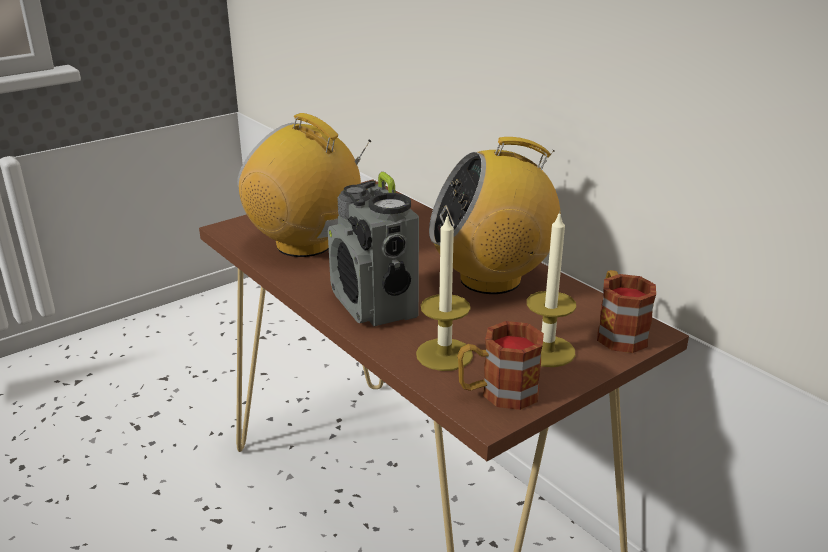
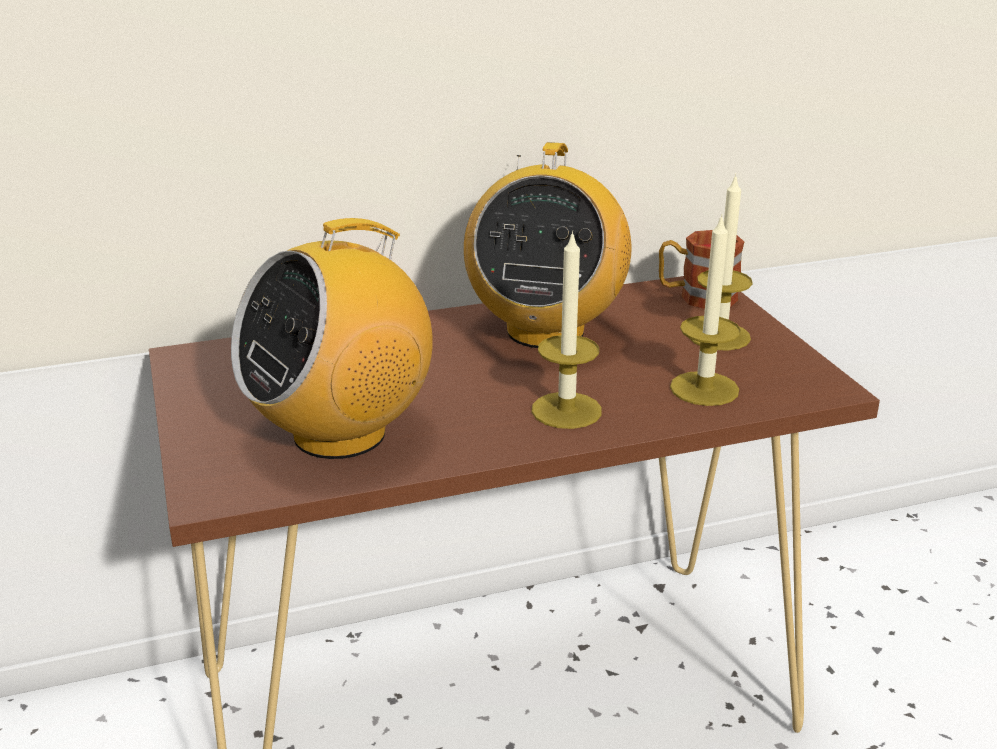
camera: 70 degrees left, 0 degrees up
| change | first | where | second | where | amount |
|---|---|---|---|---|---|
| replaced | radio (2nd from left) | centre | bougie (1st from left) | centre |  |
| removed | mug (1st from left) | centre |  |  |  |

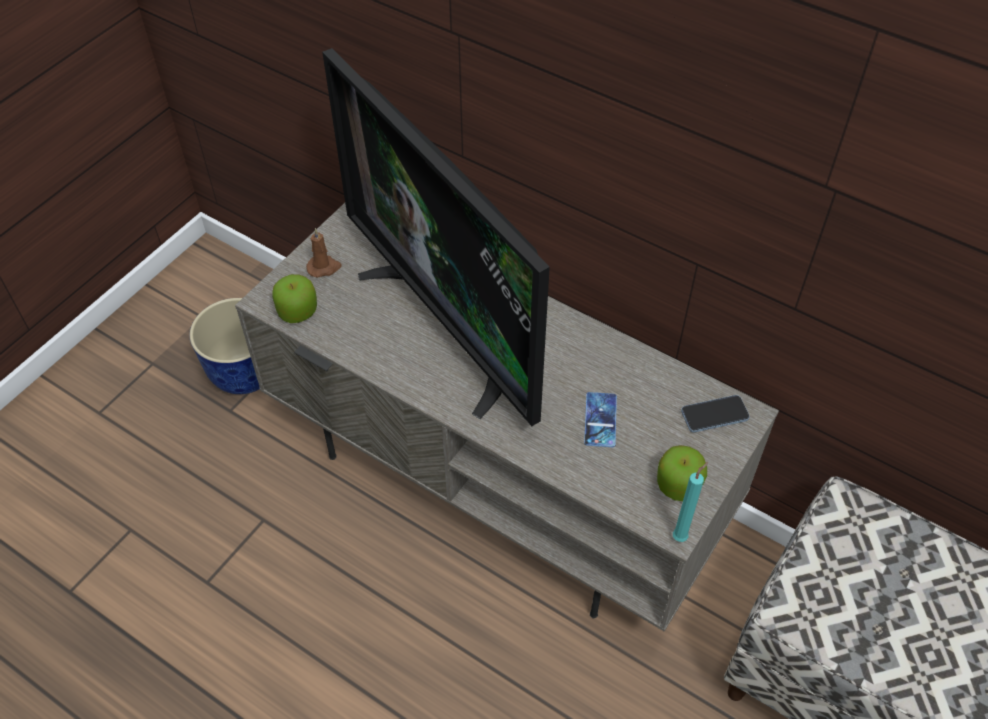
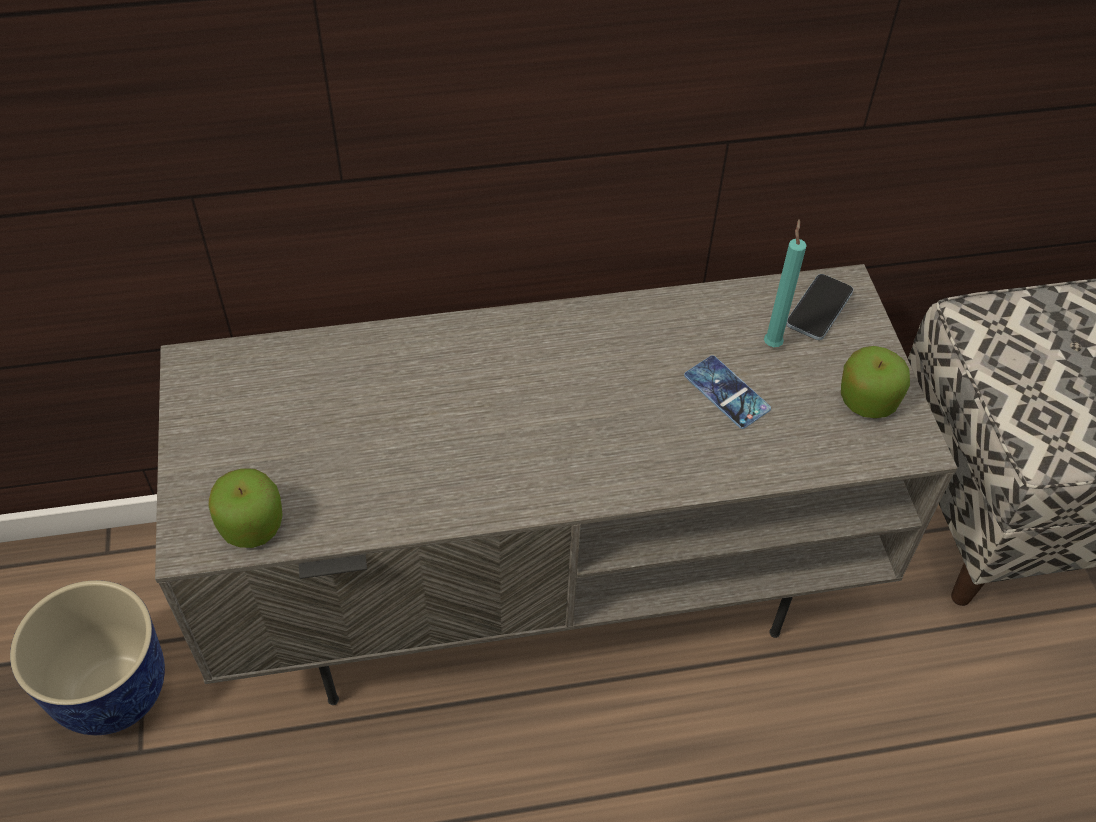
camera: 45 degrees left, 0 degrees up
| change | first | where | second | where | amount |
|---|---|---|---|---|---|
| removed | bougie [marron] | middle left |  |  |  |
| removed | téléviseur | top centre |  |  |  |
| moved | bougie [turquoise] | bottom right |  | middle right |  |

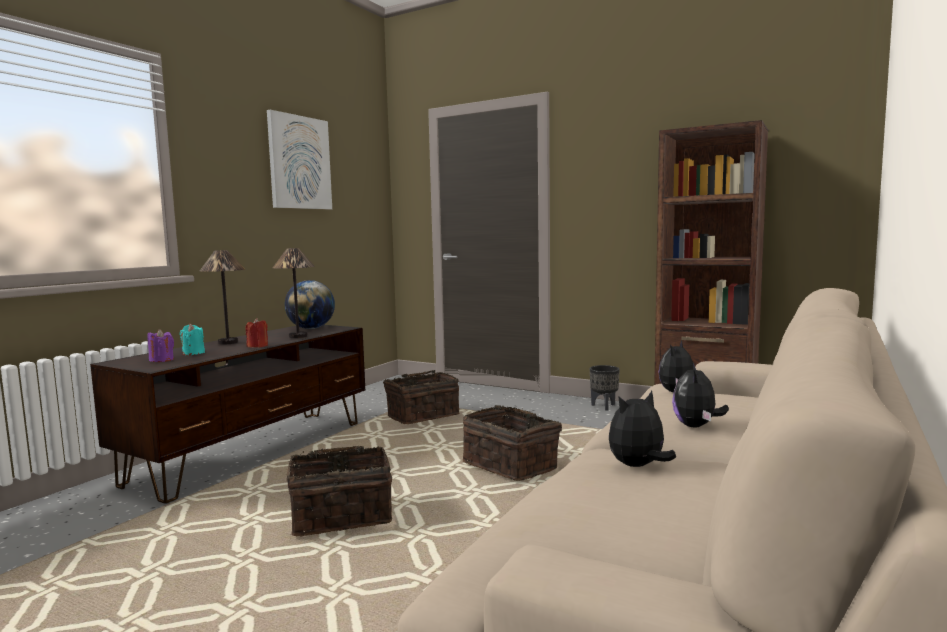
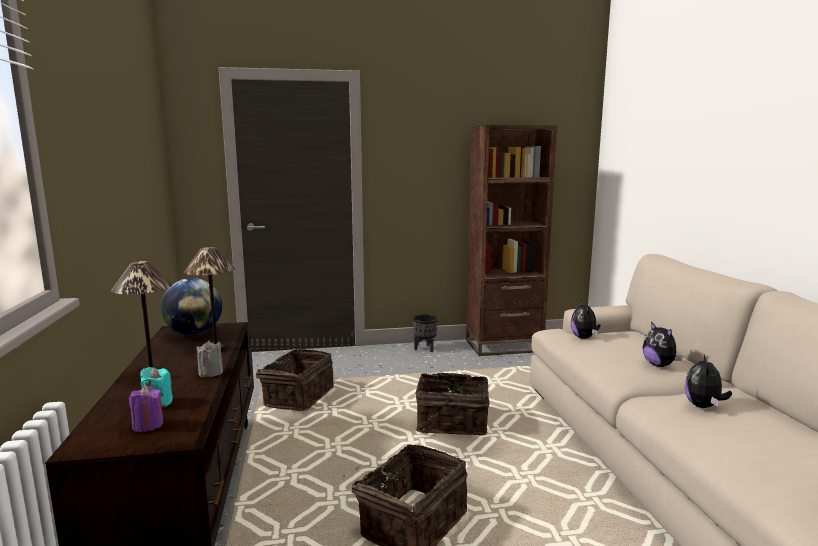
camera: 40 degrees left, 5 degrees up
| change | first | where | second | where | amount |
|---|---|---|---|---|---|
| recoloured | bougie [rouge] | middle left | bougie [gris] | middle left |  |
| removed | tableau | top left |  |  |  |

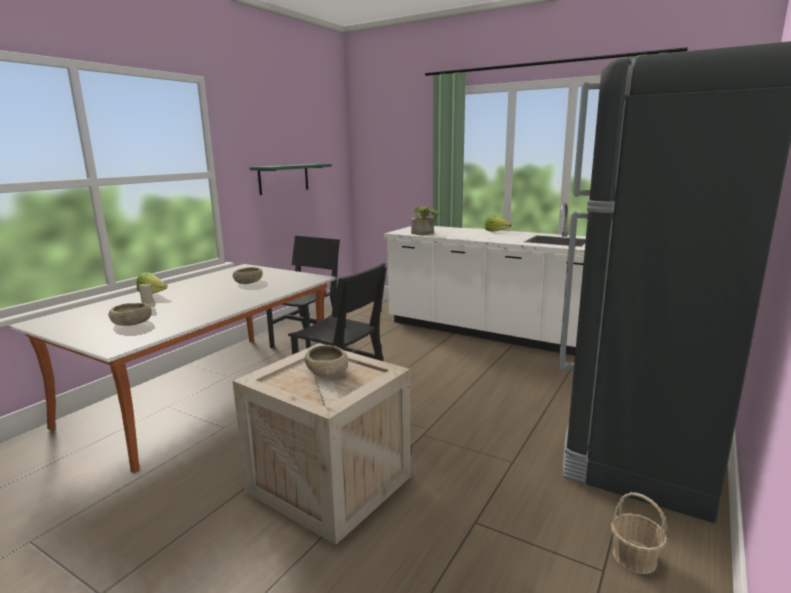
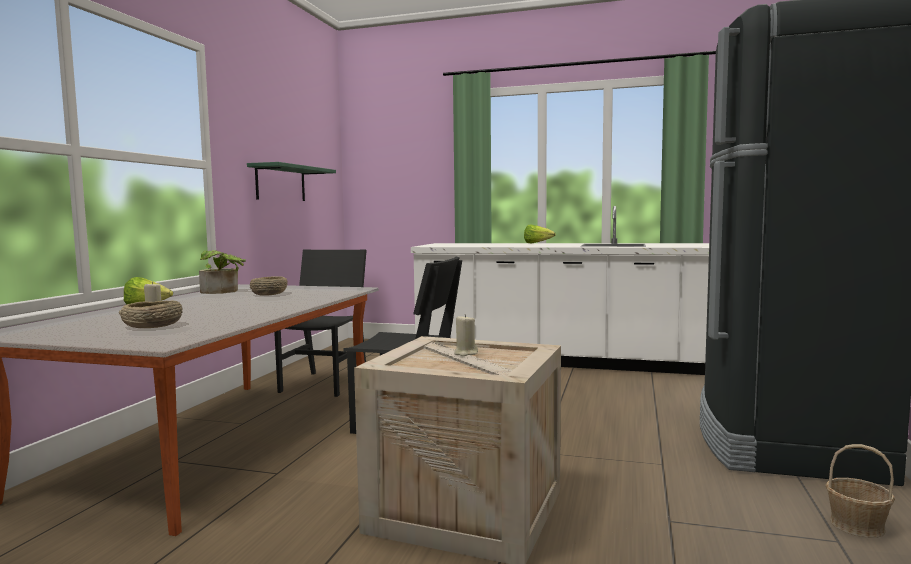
camera: 15 degrees left, 10 degrees down
| change | first | where | second | where | amount |
|---|---|---|---|---|---|
| replaced | bol [beige] (3rd from left) | centre | bougie [beige] (2nd from left) | centre |  |
| moved | plante en pot | centre |  | middle left |  |

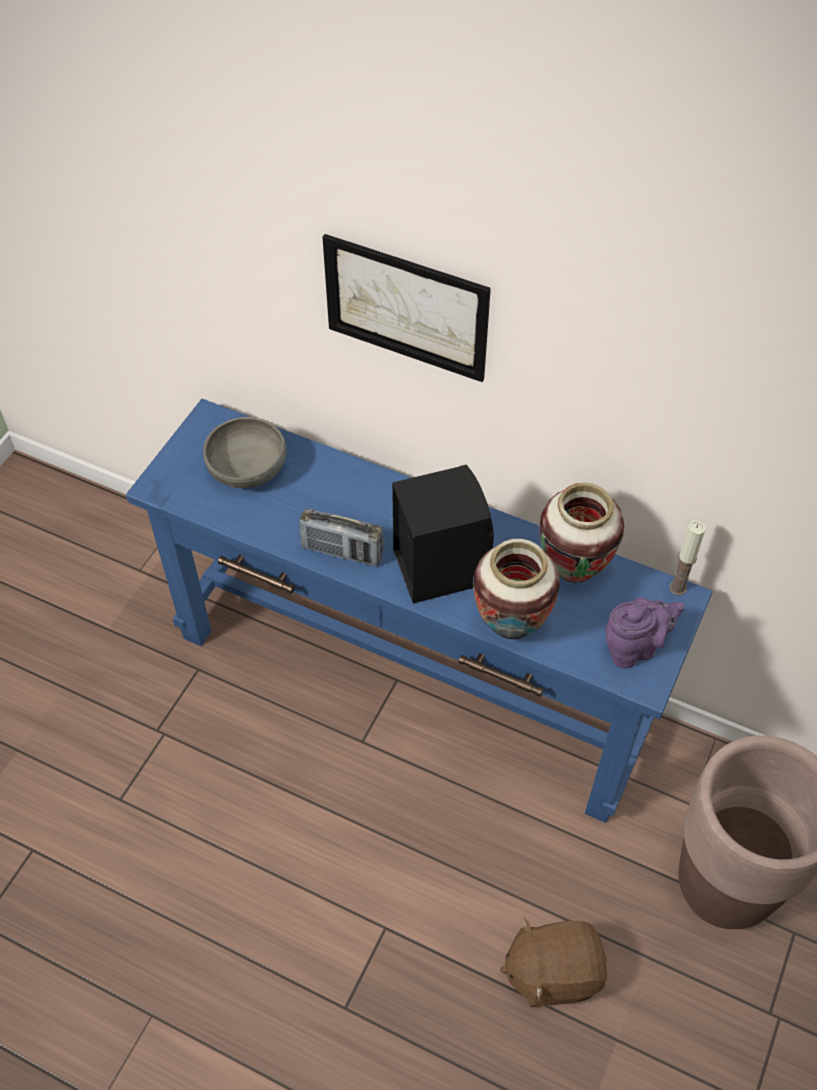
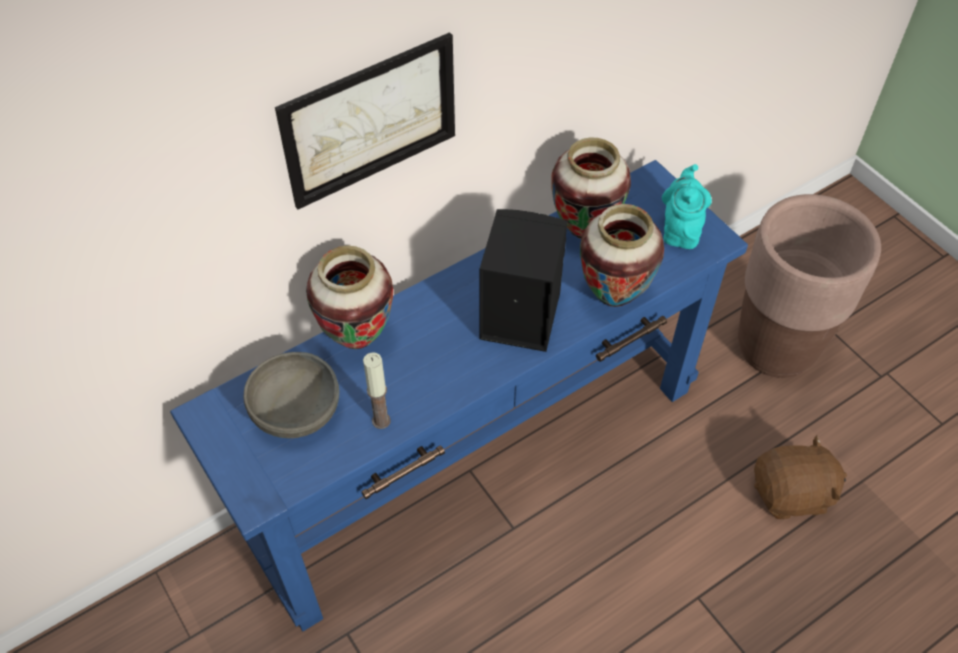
camera: 60 degrees left, 0 degrees up
| change | first | where | second | where | amount |
|---|---|---|---|---|---|
| removed | radio | centre |  |  |  |
| turned | peluche [marron] | bottom right |  | bottom right | 120 degrees counterclockwise |
| recoloured | théière [violet] | middle right | théière [turquoise] | top right |  |
| moved | bougie | middle right |  | centre |  |
| added |  |  | vase (1st from left) | centre |  |

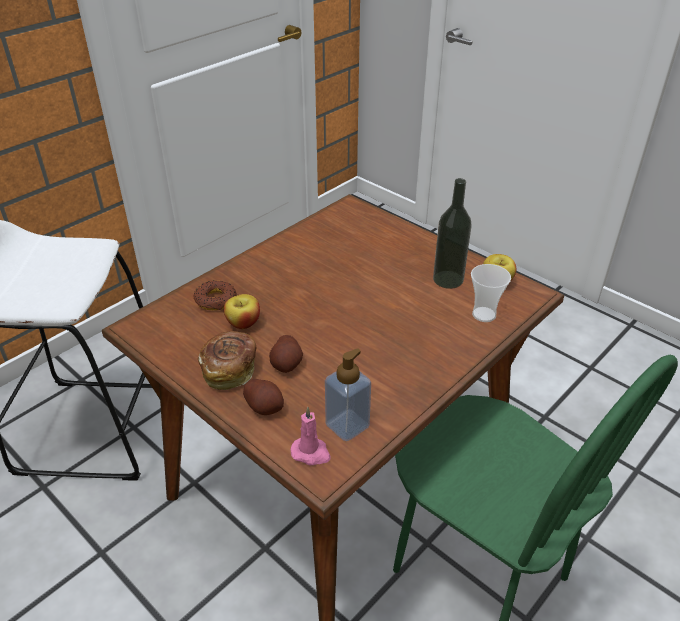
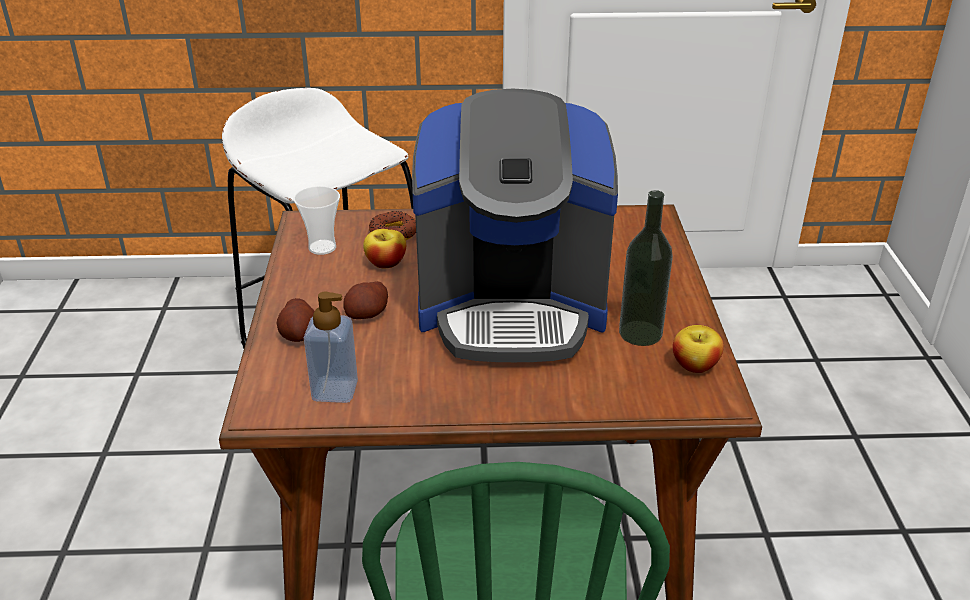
camera: 45 degrees right, 5 degrees down
| change | first | where | second | where | amount |
|---|---|---|---|---|---|
| removed | pain | centre |  |  |  |
| removed | bougie [rose] | bottom centre |  |  |  |
| moved | tasse | middle right |  | middle left |  |
| added |  |  | machine à café | centre |  |

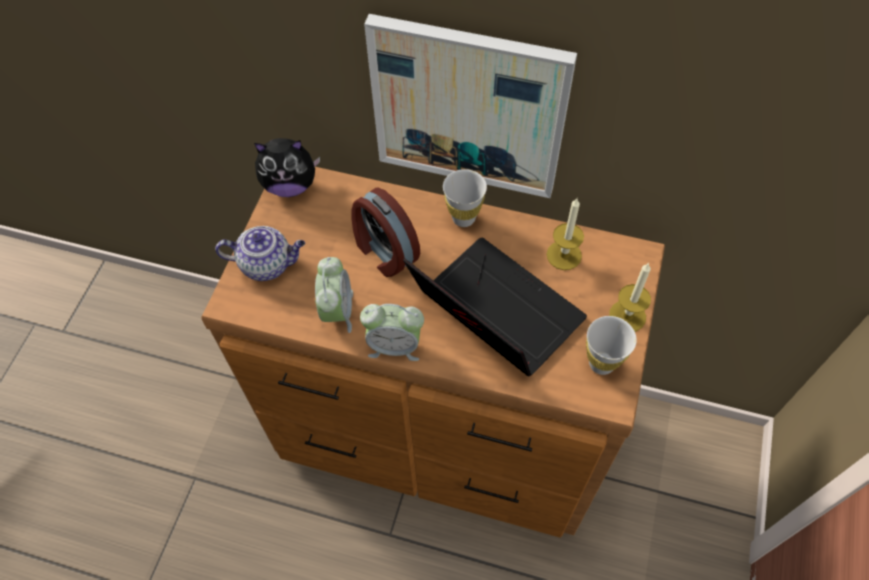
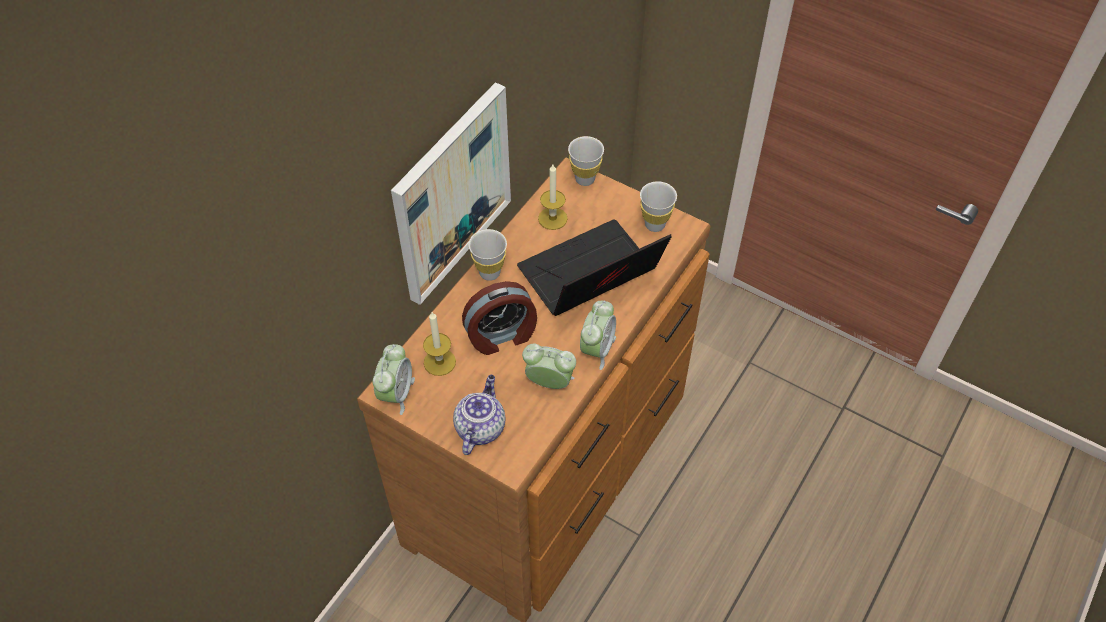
camera: 75 degrees left, 5 degrees down
| change | first | where | second | where | amount |
|---|---|---|---|---|---|
| replaced | peluche | top left | réveil (1st from left) | centre |  |
| moved | bougie (2nd from left in the first image) | middle right | bougie (1st from left) | centre |  |
| added |  |  | tasse [blanc] (2nd from left) | top centre |  |

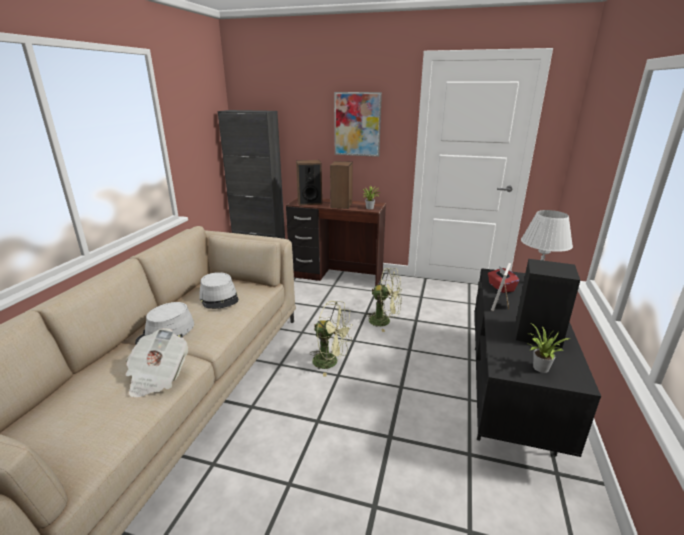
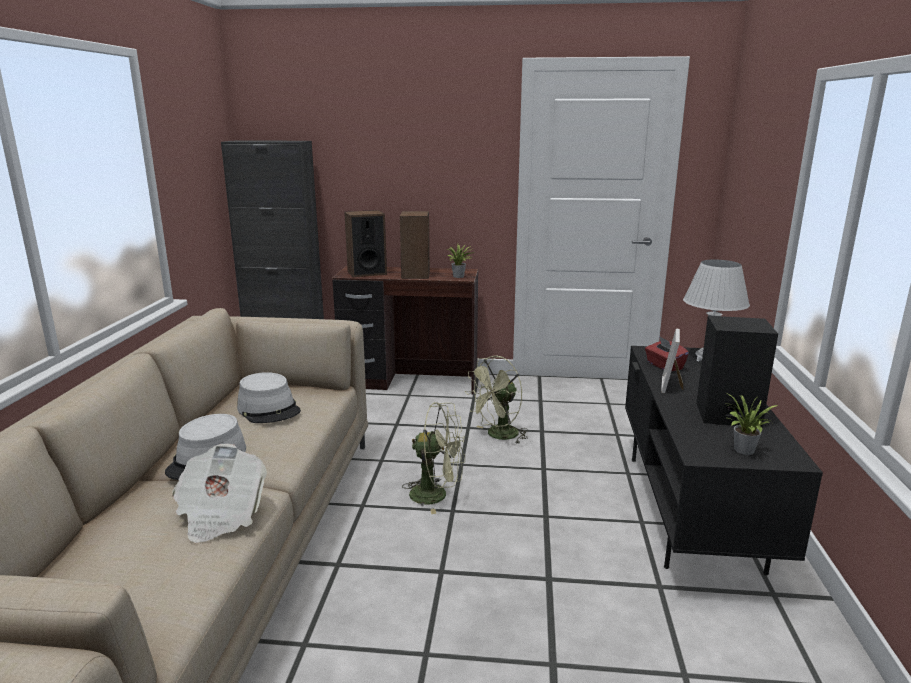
camera: 10 degrees left, 5 degrees down
| change | first | where | second | where | amount |
|---|---|---|---|---|---|
| removed | tableau | top centre |  |  |  |
| turned | ventilateur [vert] (2nd from left) | centre |  | centre | 135 degrees clockwise |

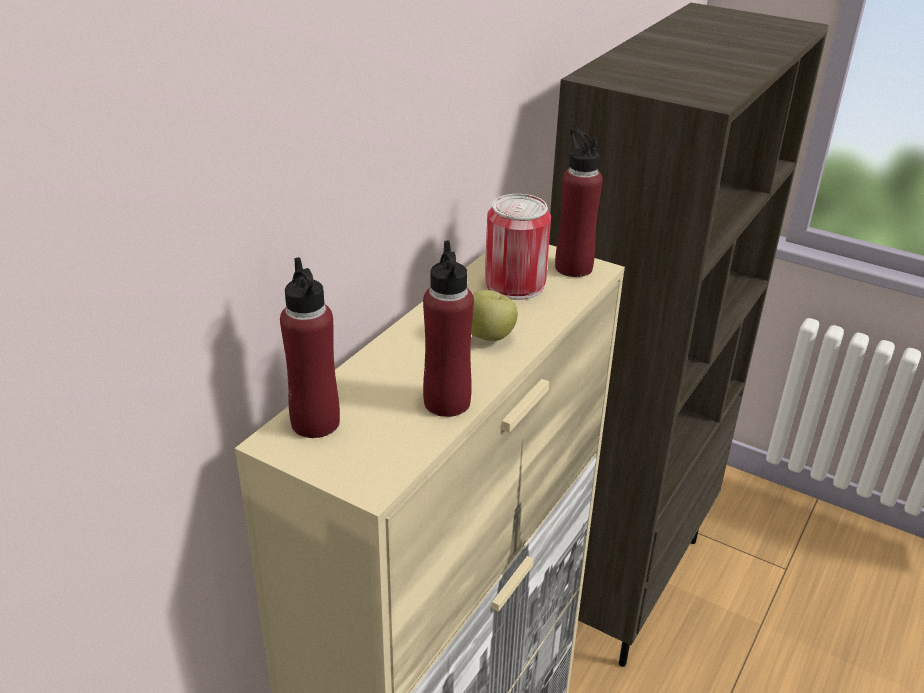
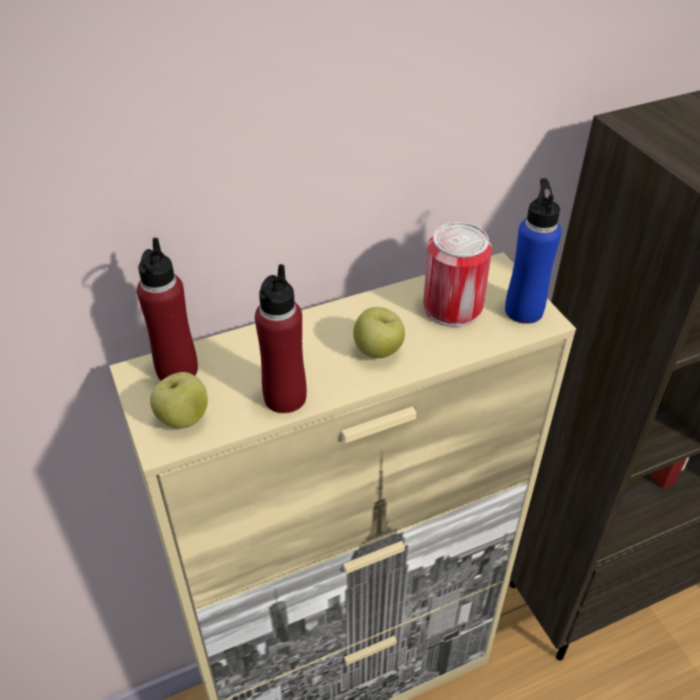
camera: 35 degrees right, 10 degrees up
| change | first | where | second | where | amount |
|---|---|---|---|---|---|
| recoloured | bouteille [rouge] (3rd from left) | top centre | bouteille [bleu] | middle right |  |
| added |  |  | pomme (1st from left) | middle left |  |

